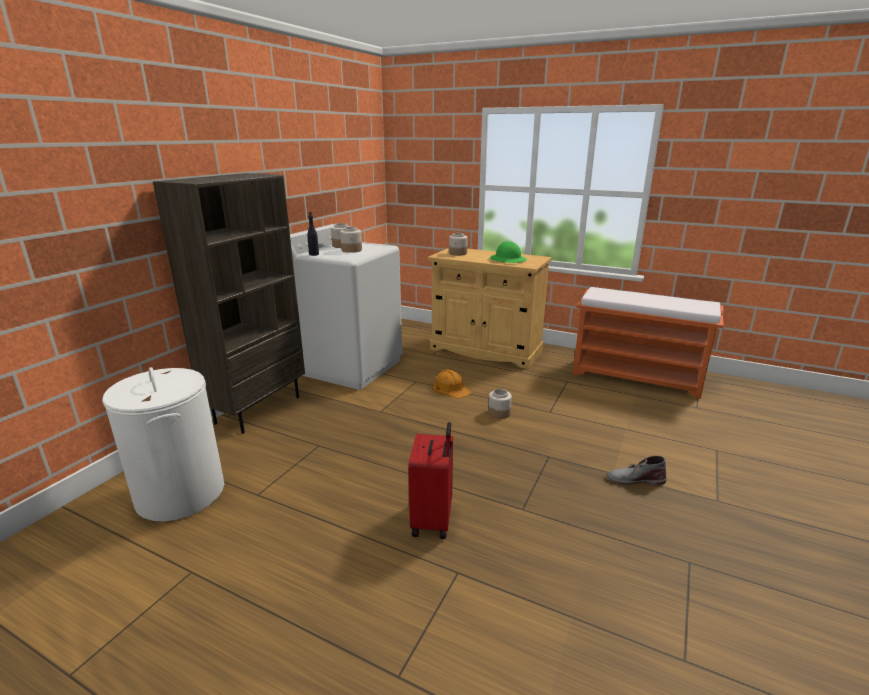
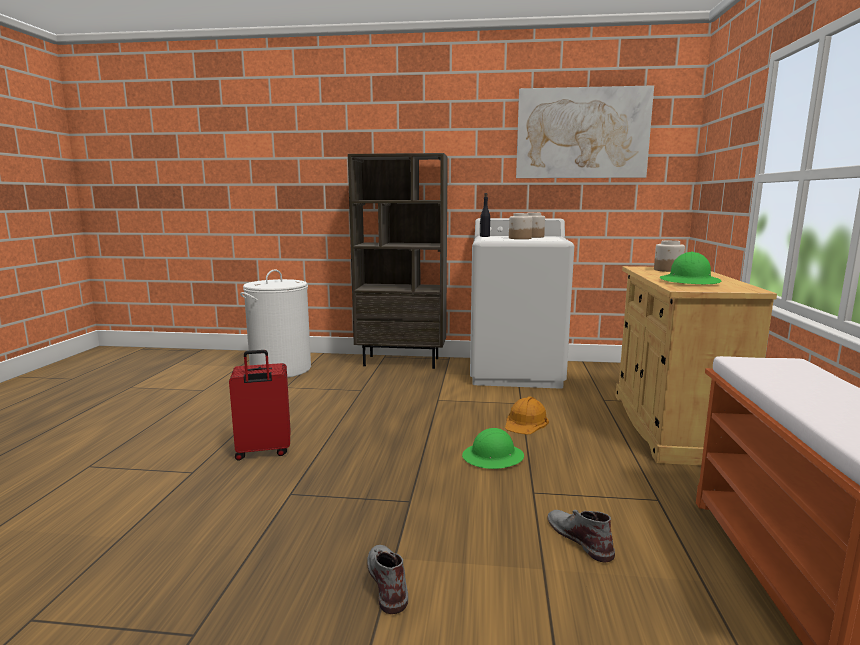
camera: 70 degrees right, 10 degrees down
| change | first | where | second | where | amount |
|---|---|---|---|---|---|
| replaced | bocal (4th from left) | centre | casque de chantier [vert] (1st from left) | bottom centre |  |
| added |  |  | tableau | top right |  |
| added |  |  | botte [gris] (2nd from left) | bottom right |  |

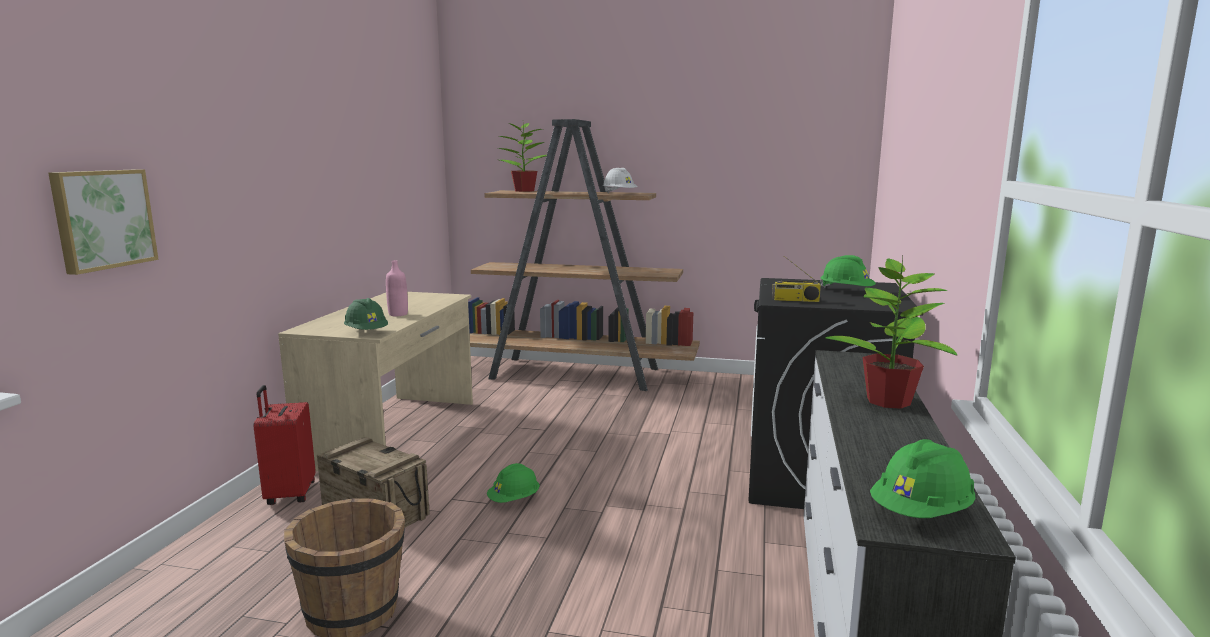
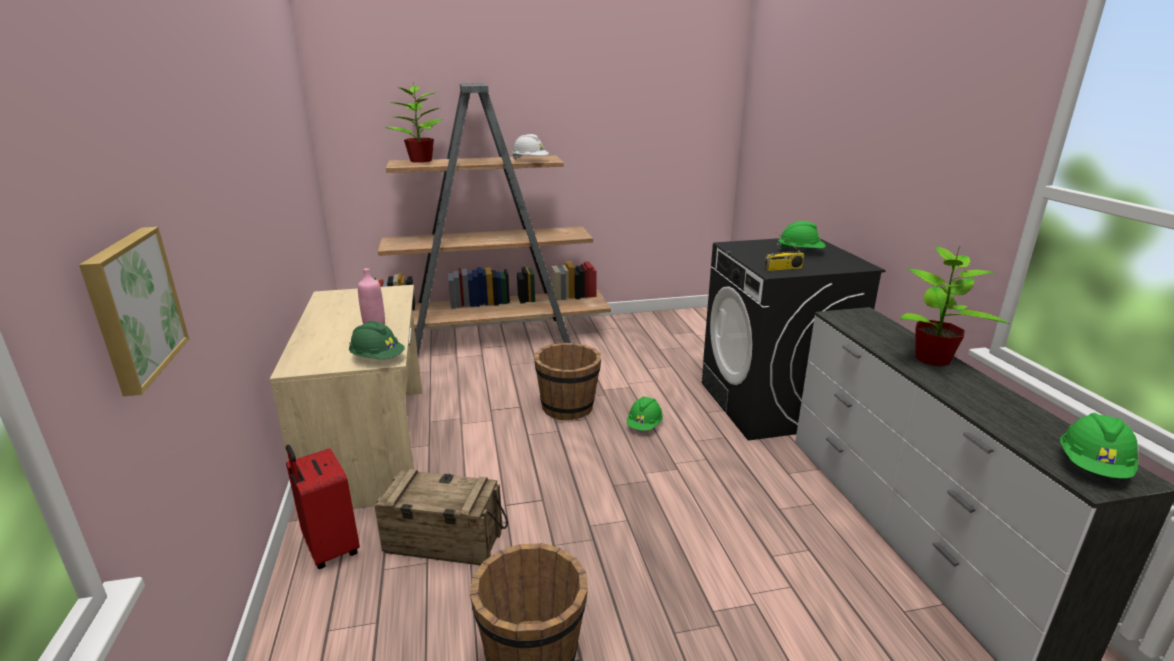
camera: 25 degrees left, 10 degrees up
| change | first | where | second | where | amount |
|---|---|---|---|---|---|
| moved | casque de chantier [vert] (2nd from left) | bottom centre |  | centre |  |
| added |  |  | seau [marron] (2nd from left) | centre |  |

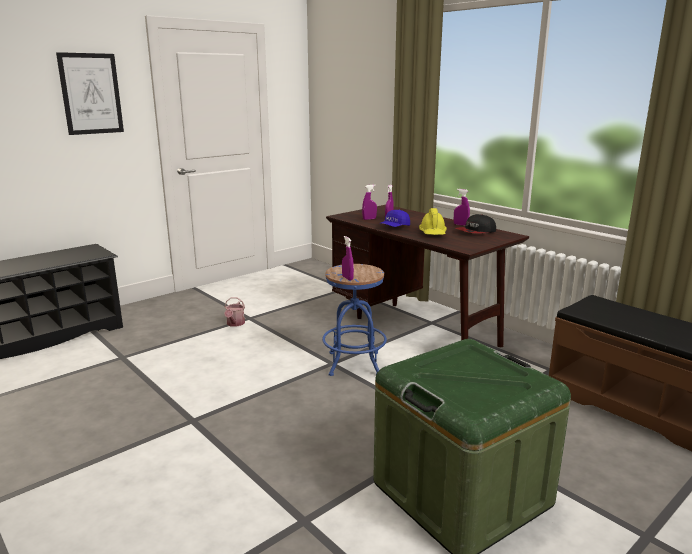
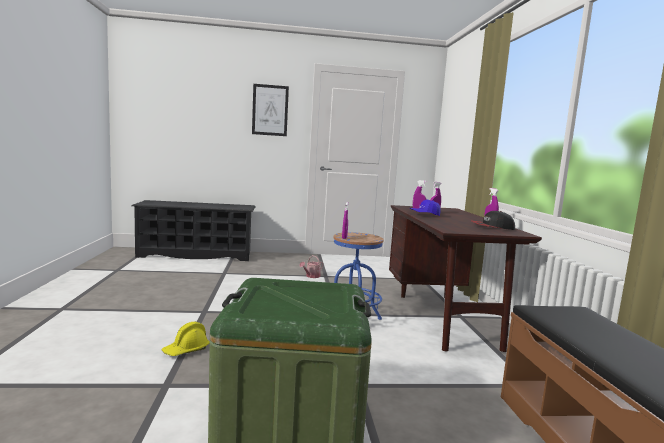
camera: 35 degrees right, 10 degrees down
| change | first | where | second | where | amount |
|---|---|---|---|---|---|
| moved | casque de chantier [jaune] | centre |  | bottom left |  |

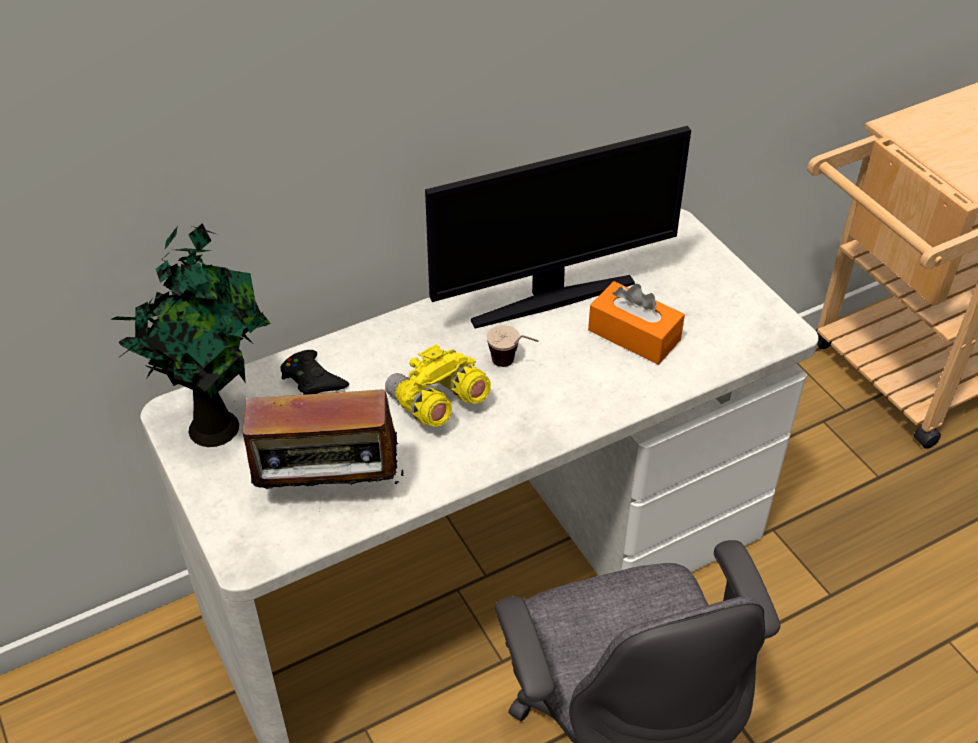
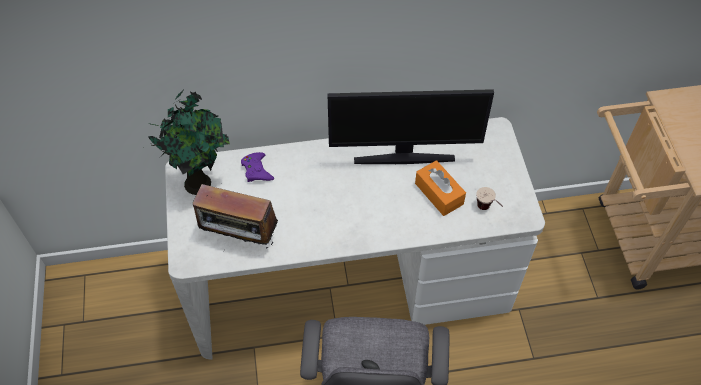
camera: 20 degrees right, 10 degrees up
| change | first | where | second | where | amount |
|---|---|---|---|---|---|
| recoloured | manette [noir] | middle left | manette [violet] | centre |  |
| removed | jumelles [jaune] | centre |  |  |  |
| moved | tasse | centre |  | middle right |  |

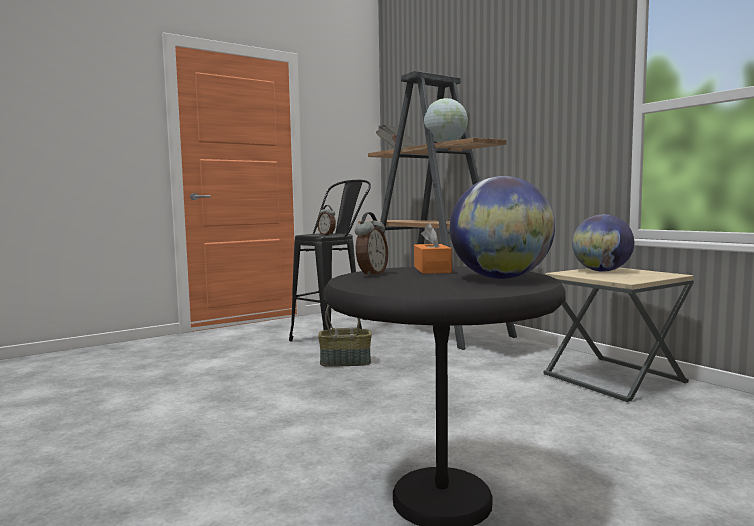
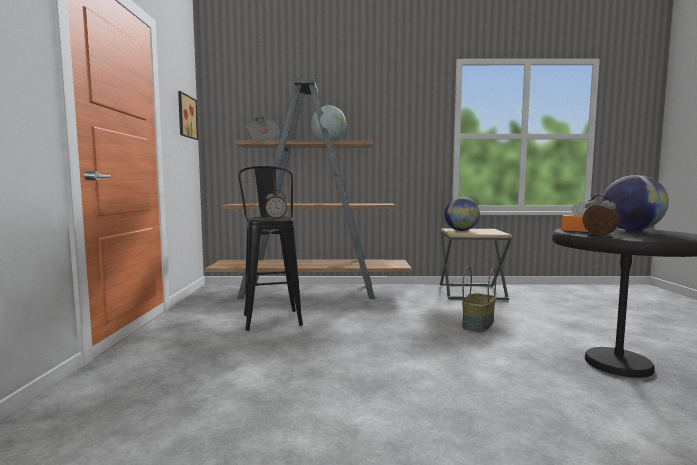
camera: 55 degrees left, 0 degrees up
| change | first | where | second | where | amount |
|---|---|---|---|---|---|
| moved | panier | centre |  | middle right |  |
| added |  |  | tableau | top left |  |

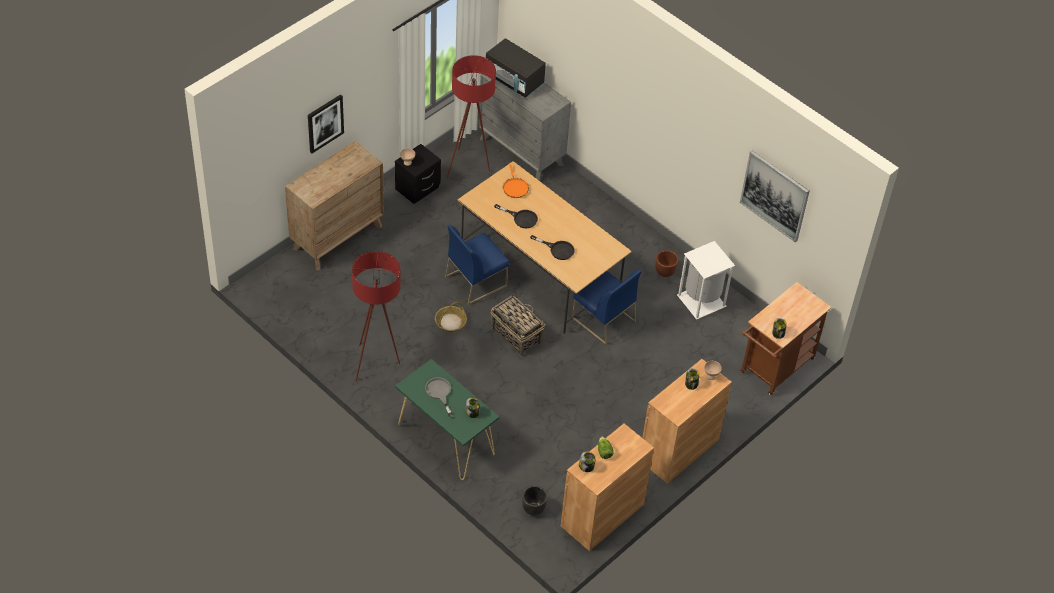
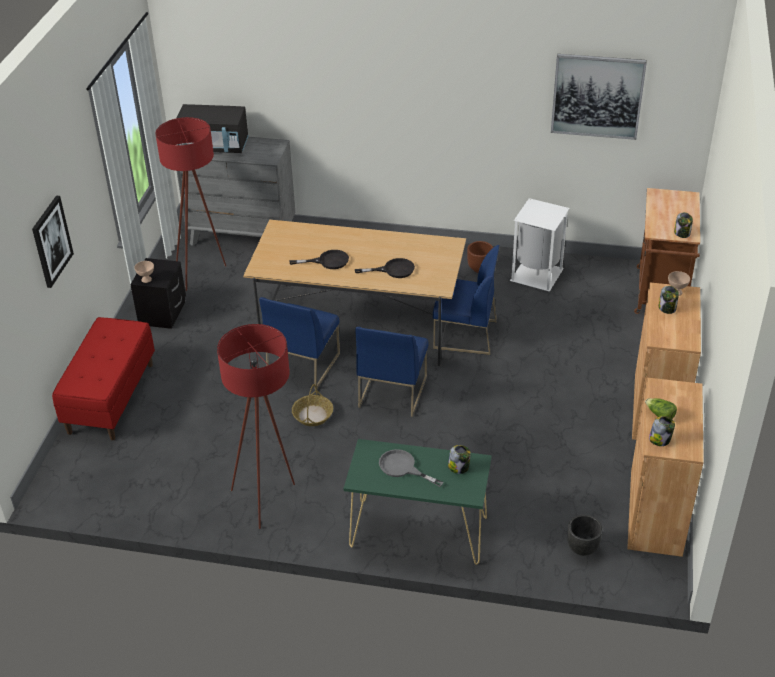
camera: 30 degrees left, 10 degrees down
| change | first | where | second | where | amount |
|---|---|---|---|---|---|
| replaced | commode [marron] | middle left | banc [rouge] | middle left |  |
| replaced | panier (2nd from left) | centre | chaise [bleu] (2nd from left) | centre |  |
| removed | poêle [orange] | top centre |  |  |  |

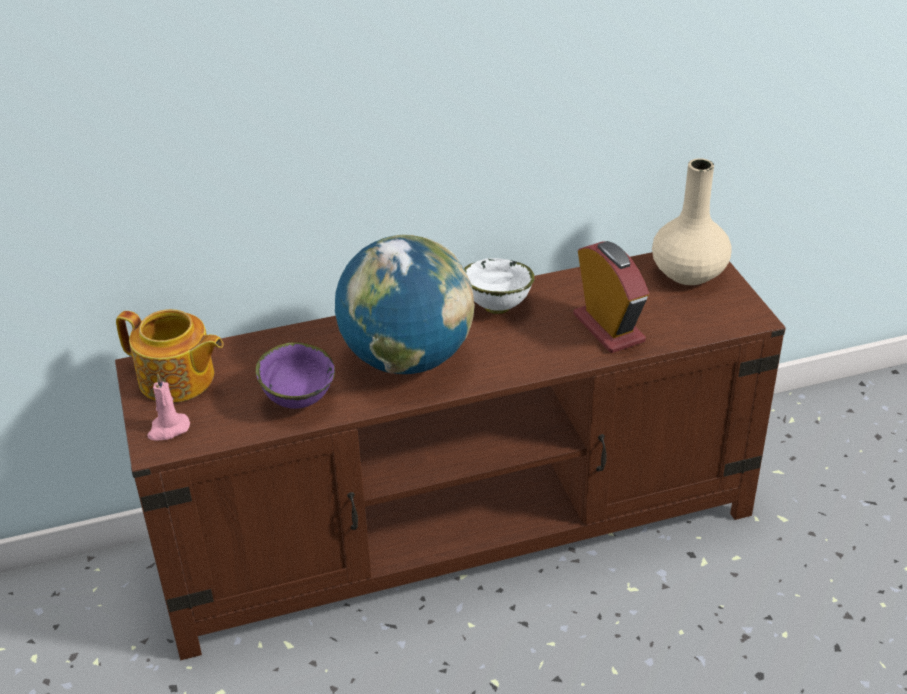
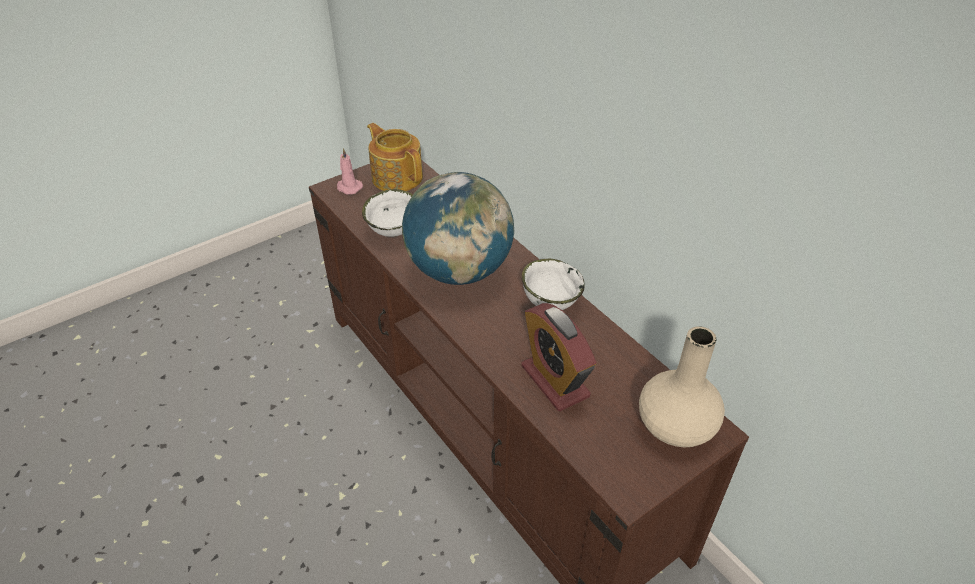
camera: 70 degrees right, 5 degrees up
| change | first | where | second | where | amount |
|---|---|---|---|---|---|
| turned | théière | middle left |  | top centre | 135 degrees clockwise |
| recoloured | bol [violet] | middle left | bol [blanc] (1st from left) | centre |  |
| turned | réveil | middle right |  | centre | 105 degrees clockwise |

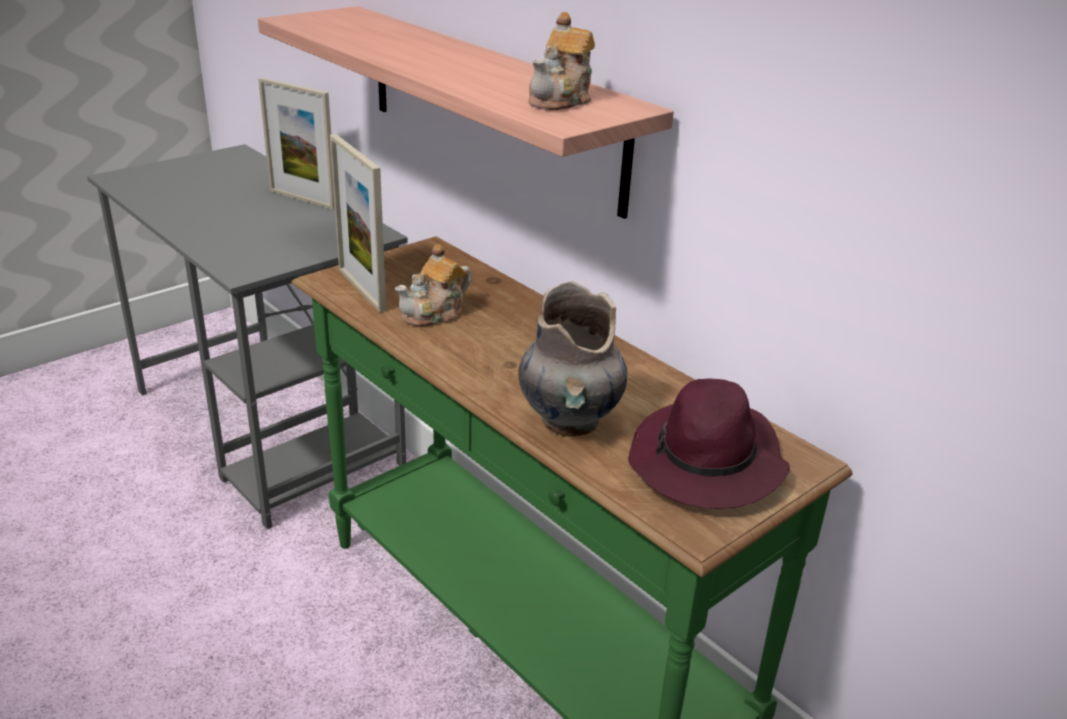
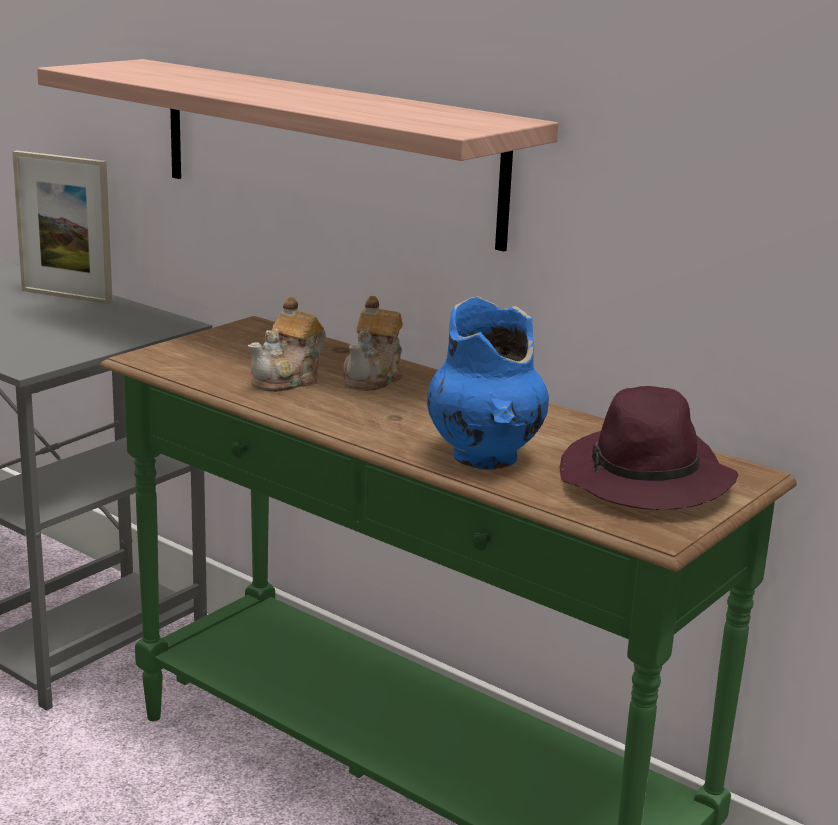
camera: 10 degrees left, 10 degrees down
| change | first | where | second | where | amount |
|---|---|---|---|---|---|
| removed | cadre photo (2nd from left) | top centre |  |  |  |
| recoloured | vase [gris] | centre | vase [bleu] | centre |  |
| moved | théière (2nd from left) | top centre |  | centre |  |

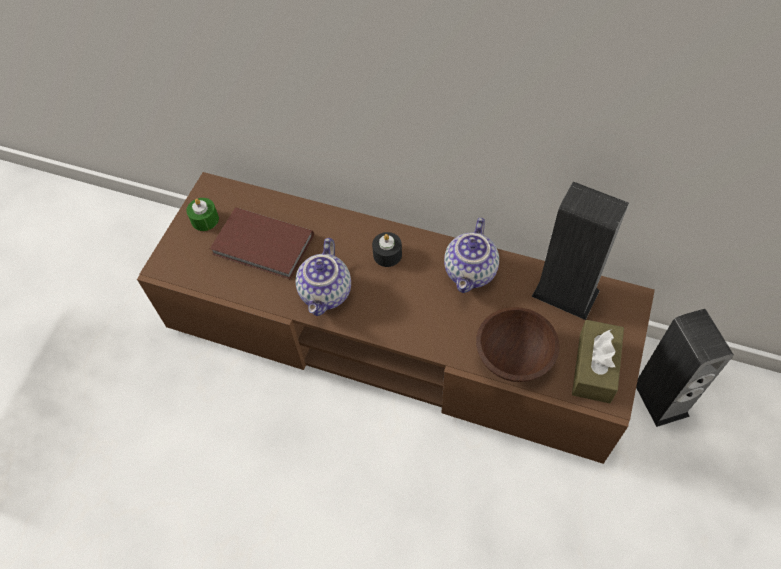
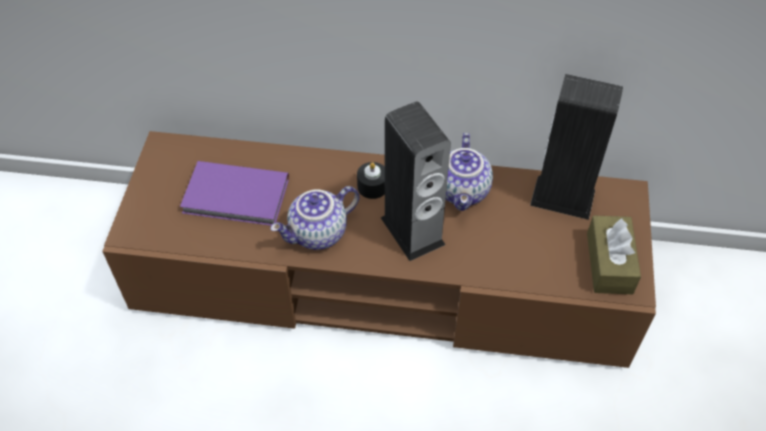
camera: 15 degrees left, 5 degrees down
| change | first | where | second | where | amount |
|---|---|---|---|---|---|
| removed | bougie [vert] | middle left |  |  |  |
| recoloured | livre [marron] | centre | livre [violet] | middle left |  |
| turned | théière (1st from left) | centre |  | centre | 60 degrees clockwise |
| removed | bol [marron] | centre |  |  |  |
| moved | enceinte (2nd from left in the first image) | middle right | enceinte (1st from left) | centre |  |

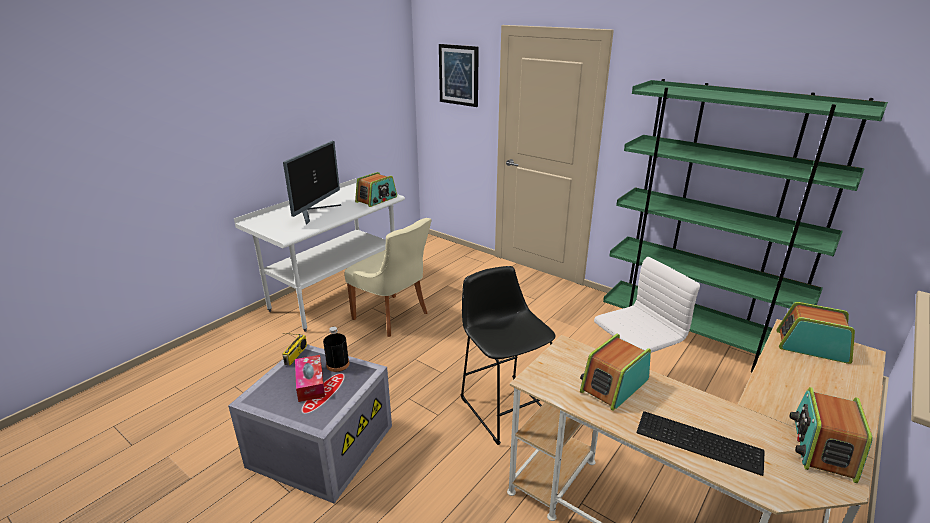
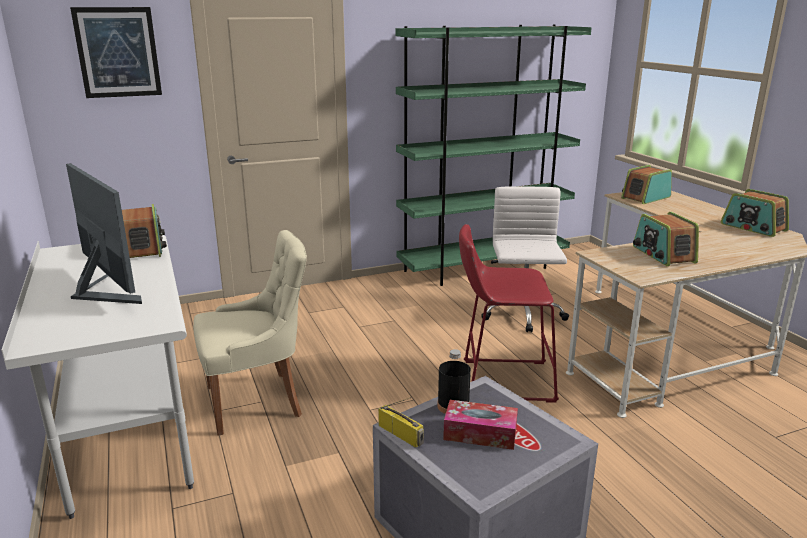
camera: 60 degrees left, 5 degrees down
| change | first | where | second | where | amount |
|---|---|---|---|---|---|
| recoloured | tabouret [noir] | bottom centre | tabouret [rouge] | centre |  |
| removed | clavier | bottom right |  |  |  |

